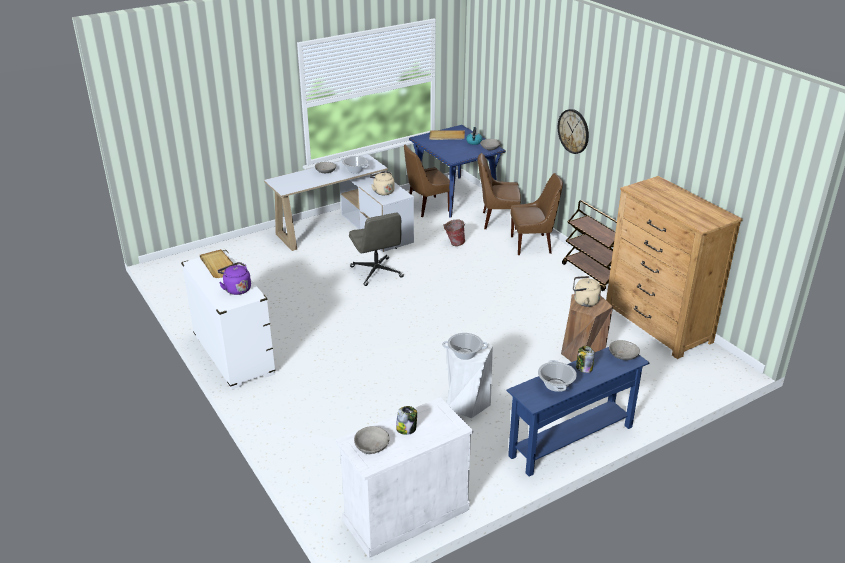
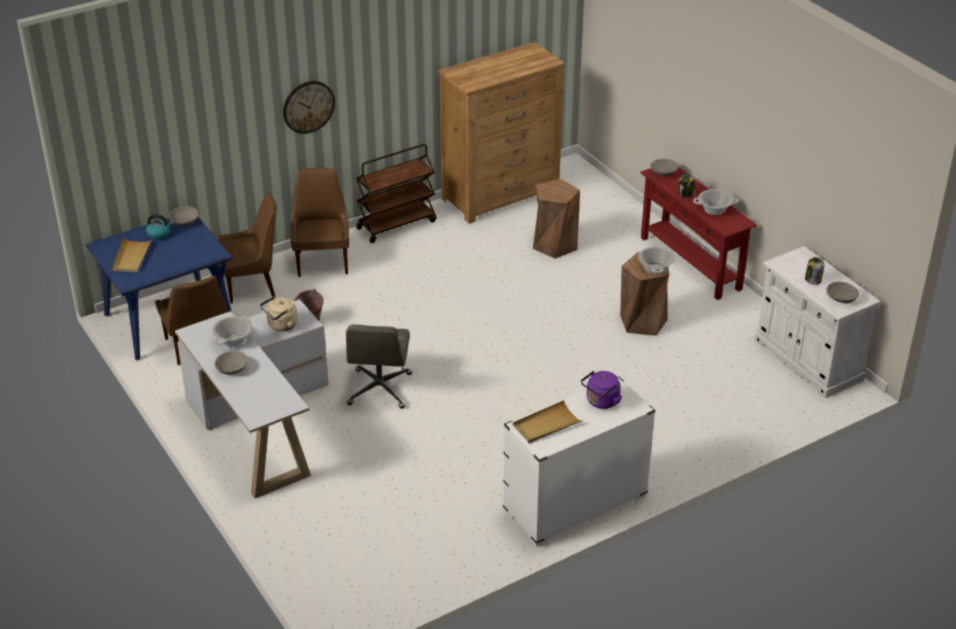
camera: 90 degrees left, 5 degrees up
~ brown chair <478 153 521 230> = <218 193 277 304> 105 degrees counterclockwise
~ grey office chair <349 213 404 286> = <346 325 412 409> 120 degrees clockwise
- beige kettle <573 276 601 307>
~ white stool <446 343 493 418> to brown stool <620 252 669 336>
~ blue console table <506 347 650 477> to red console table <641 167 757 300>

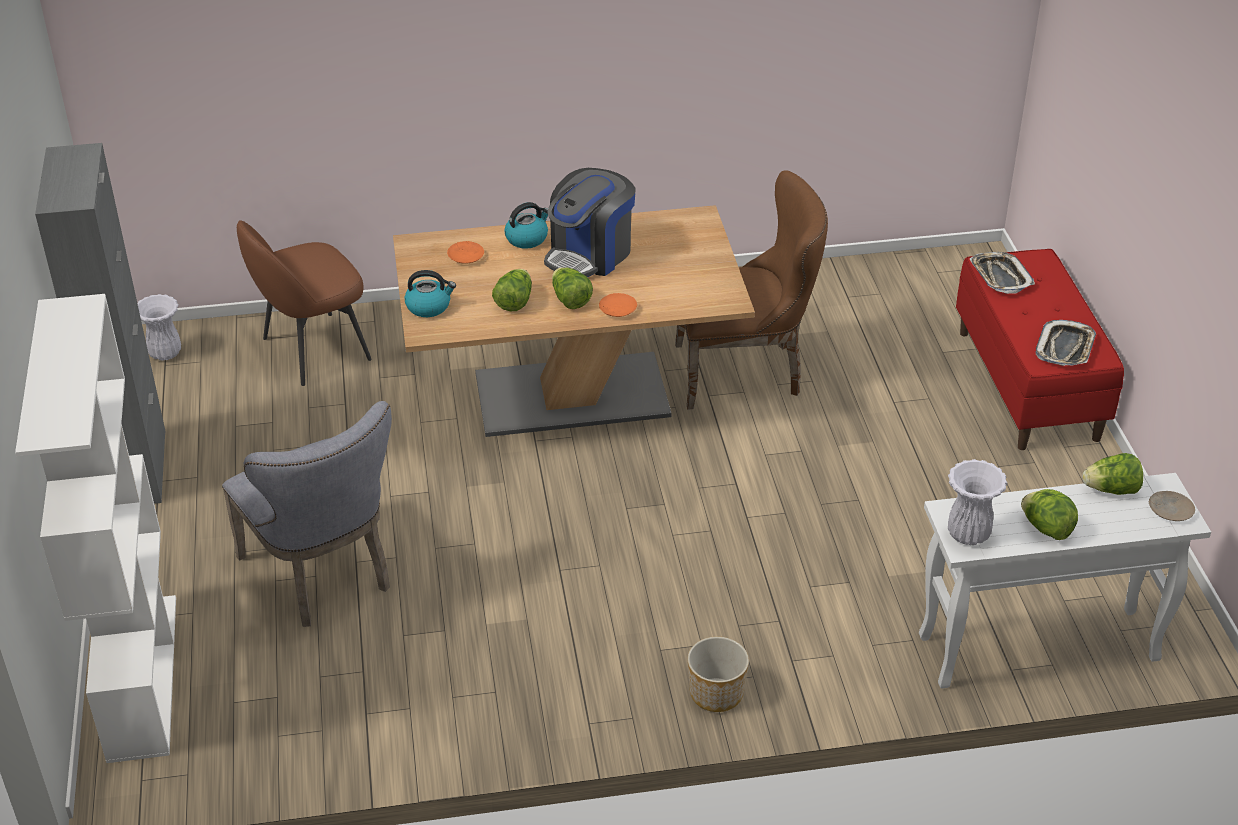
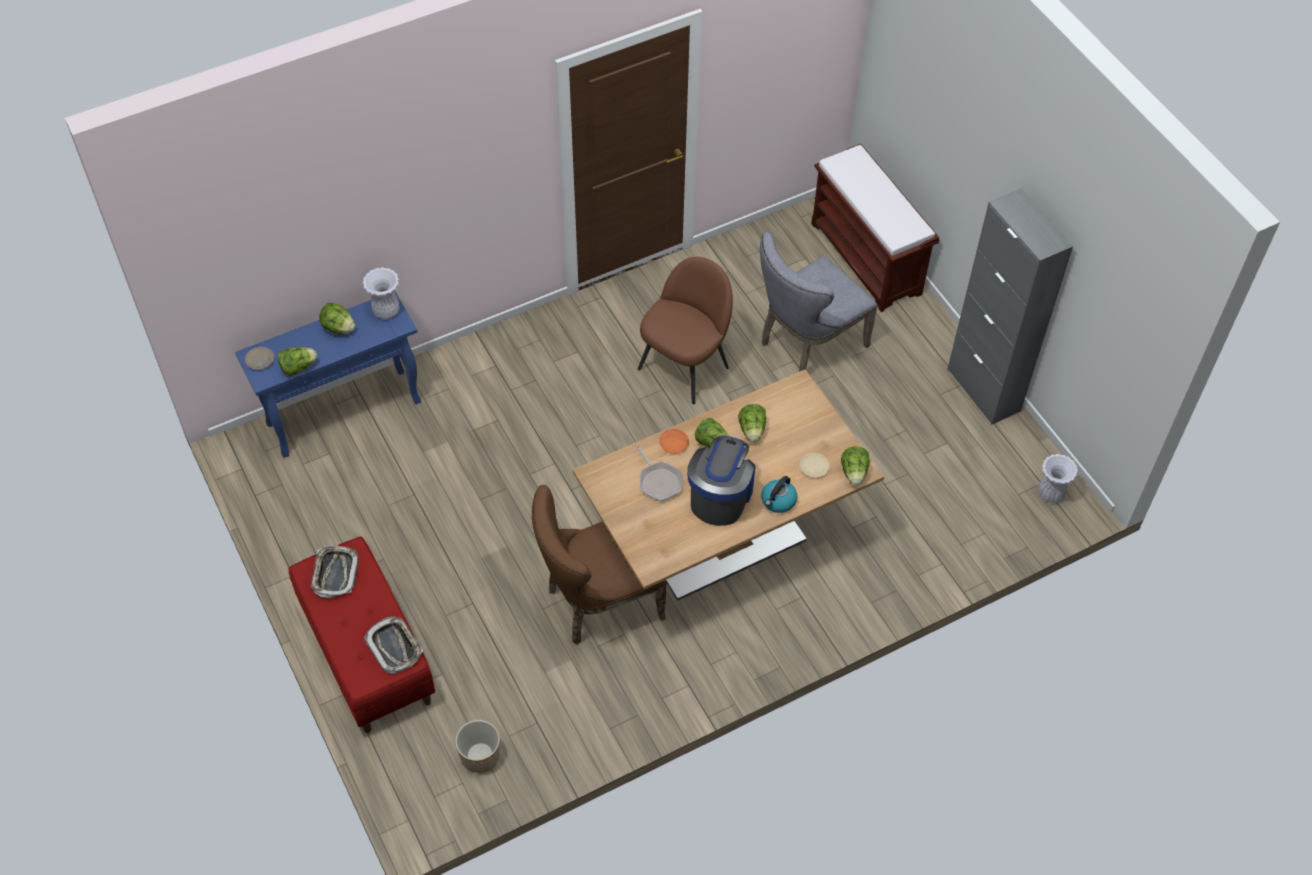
camera: 160 degrees right, 15 degrees up
~ brown chair <237 220 372 386> to <638 257 733 404>
~ orange plate <447 241 484 264> to beige plate <800 453 830 478>
- kettle <404 270 456 317>
~ white bookcase <15 294 176 763> to brown bench <811 144 939 312>
~ grey chair <222 401 392 627> = <760 232 878 372> 75 degrees counterclockwise
~ white console table <919 473 1211 688> to blue console table <235 291 421 458>
~ planter <687 637 749 712> to <455 720 500 773>
+ frying pan <636 445 683 502>
+ lettuce <841 446 869 486>

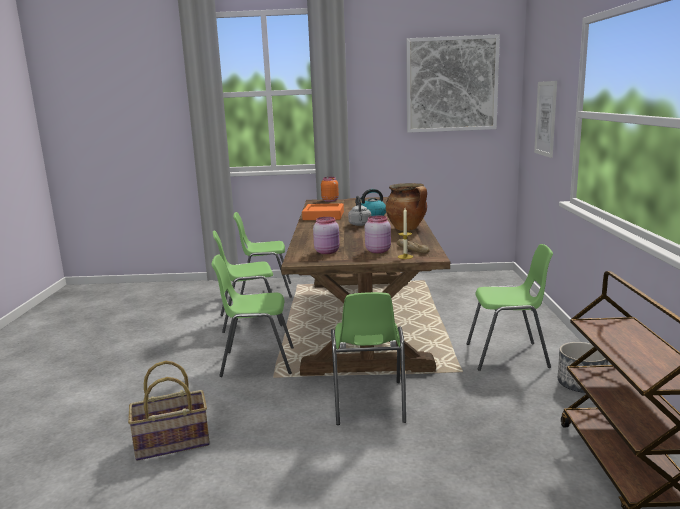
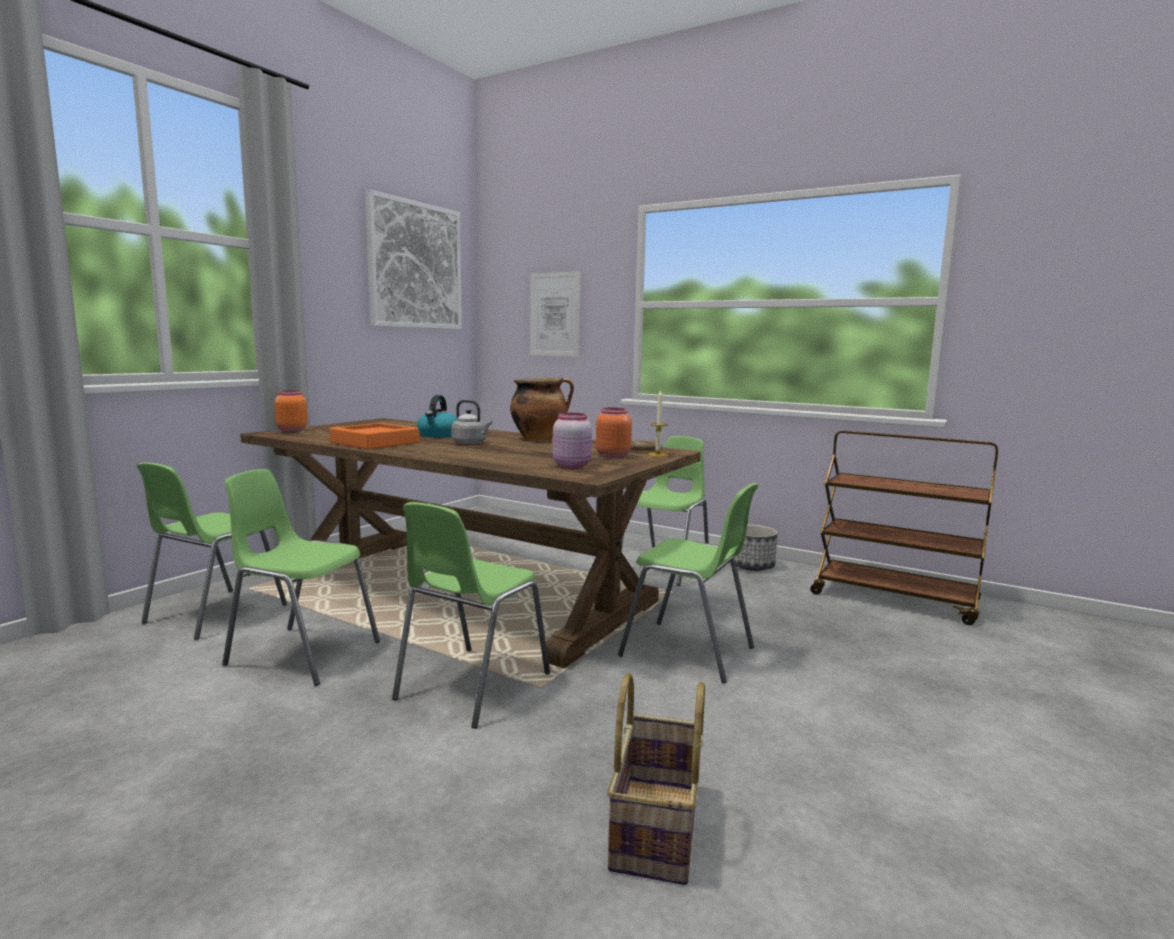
camera: 60 degrees left, 5 degrees down
~ pink jar <365 215 391 253> to orange jar <596 408 632 458>
~ green chair <213 230 283 333> = <222 469 380 686> 90 degrees clockwise

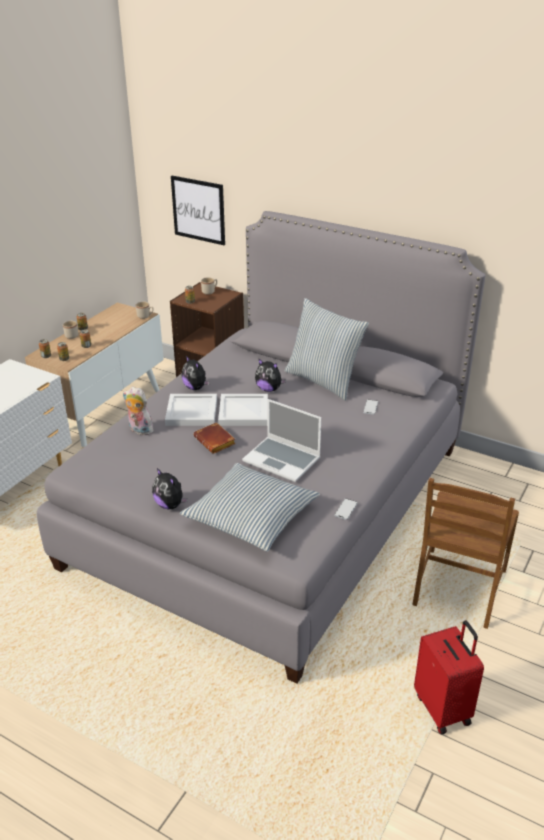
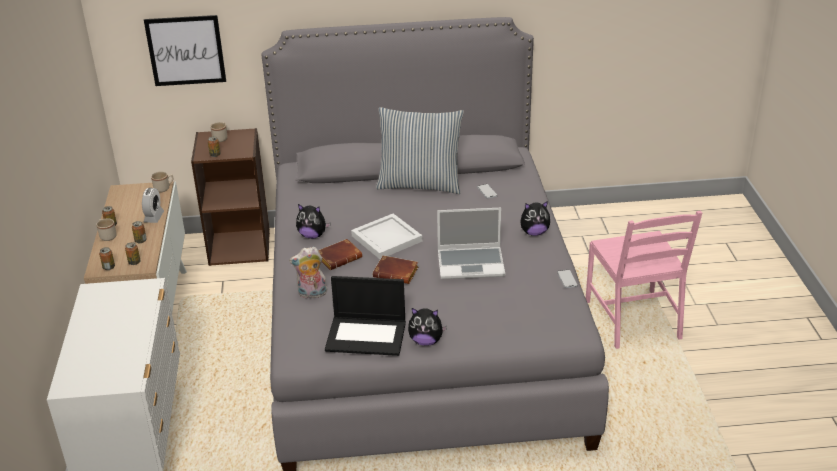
camera: 35 degrees left, 0 degrees up
~ plush toy <255 359 286 392> to <521 201 550 236>
~ white tray <165 394 217 426> to brown book <318 239 362 270>
- pillow <180 463 320 552>
~ brown chair <412 478 519 629> to pink chair <586 211 702 349>
- red suitcase <414 620 484 734>
+ alarm clock <142 188 164 223>
+ laptop <325 276 406 356>

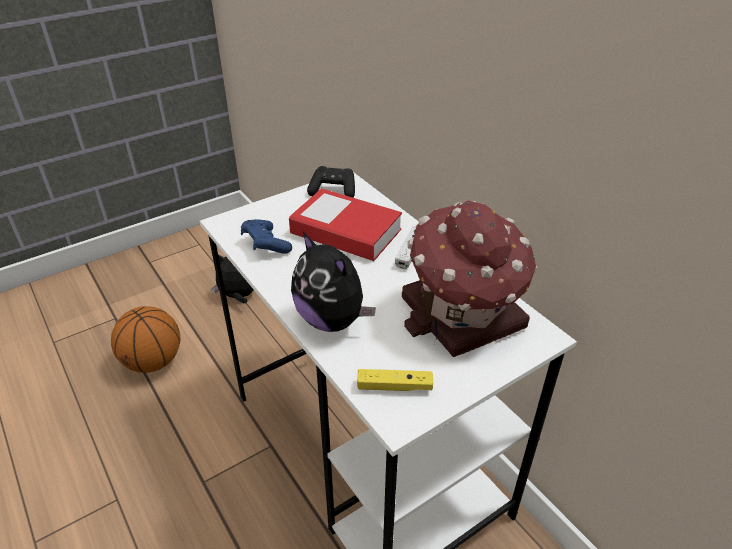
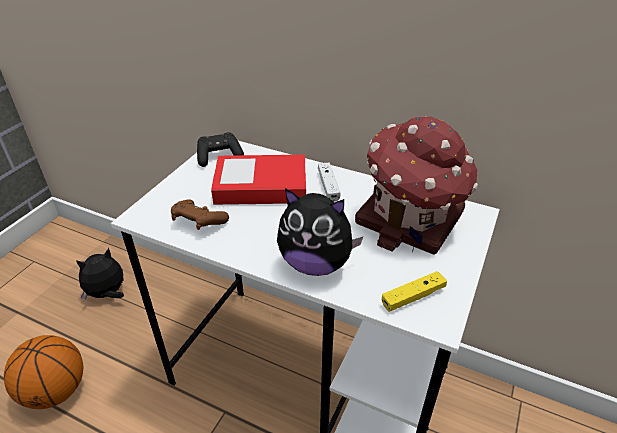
camera: 30 degrees left, 0 degrees up
~ blue game controller <241 219 292 254> to brown game controller <171 199 229 230>

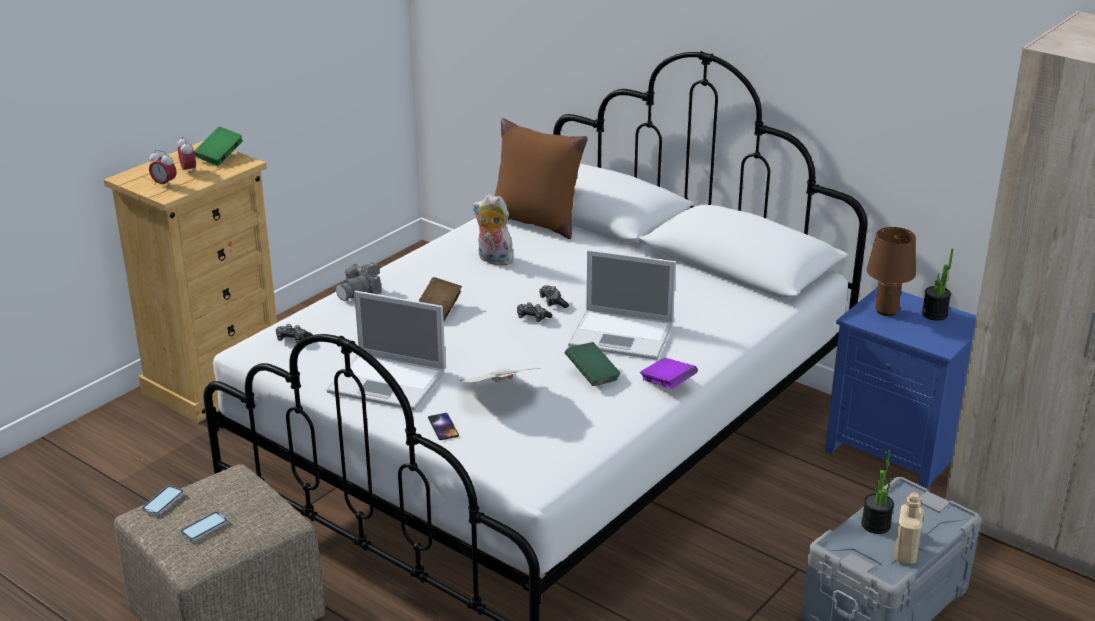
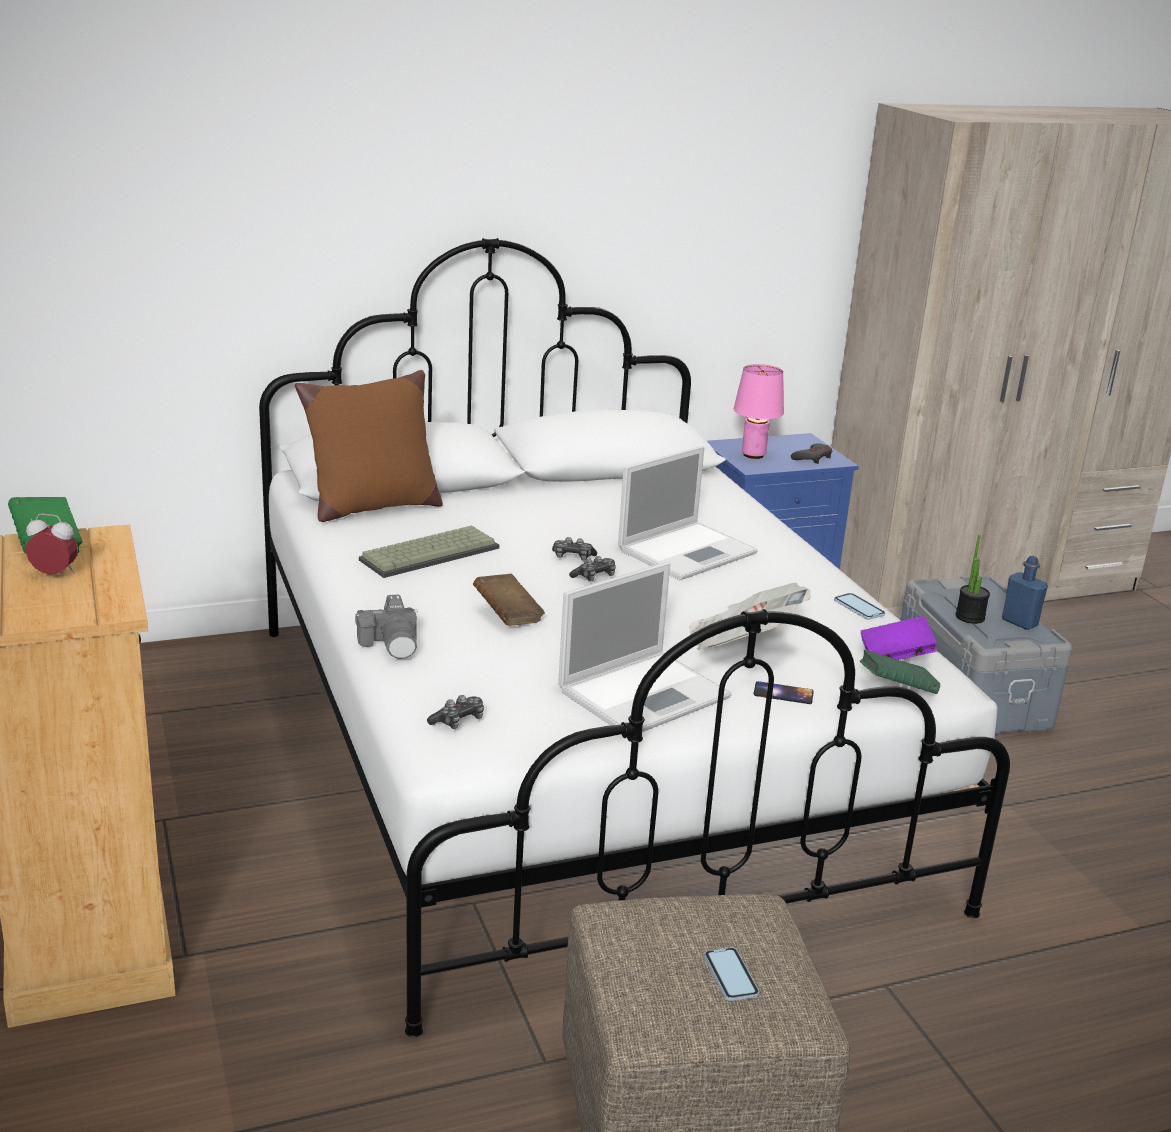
camera: 60 degrees left, 5 degrees down
- alarm clock <149 150 177 188>
~ plush toy <473 194 514 266> to keyboard <359 525 500 578>
~ brown table lamp <867 227 916 316> to pink table lamp <734 364 784 459>
- potted plant <922 248 953 321>
~ green book <565 342 621 386> to <860 650 940 694>
~ purple book <640 358 698 389> to <861 616 937 660>
~ phone <142 486 184 516> to <834 593 885 620>
~ beige bottle <893 492 924 564> to blue bottle <1002 556 1048 630>
+ grey game controller <791 443 833 464>

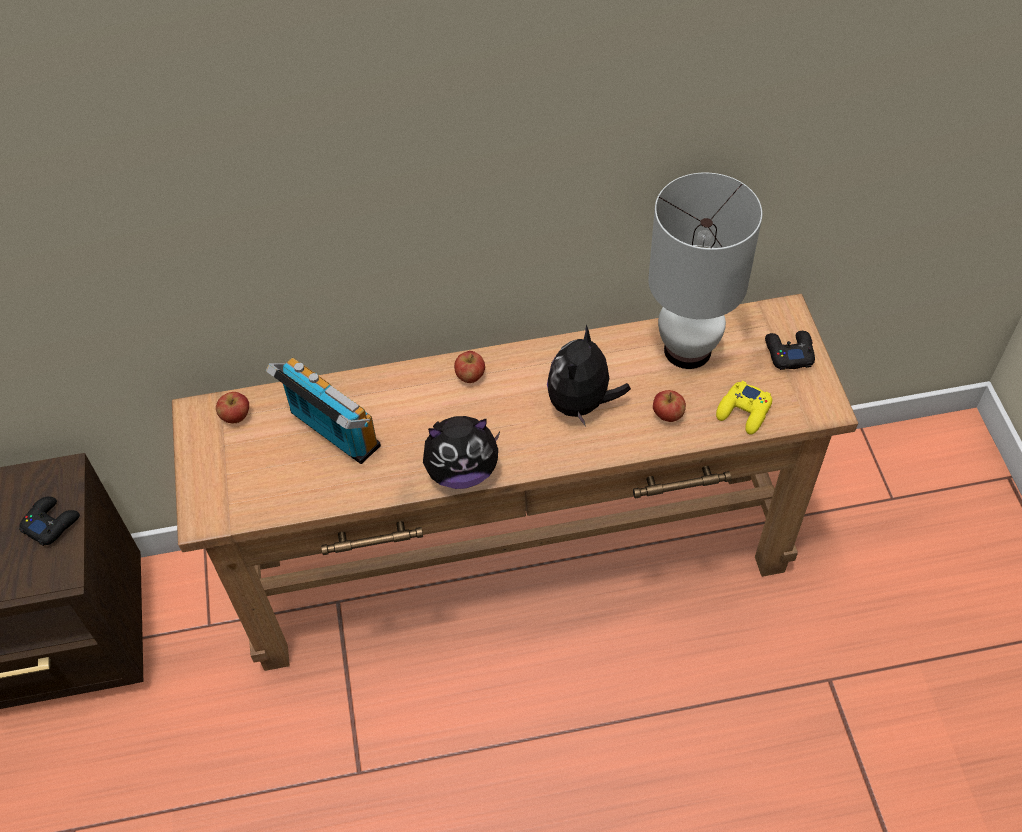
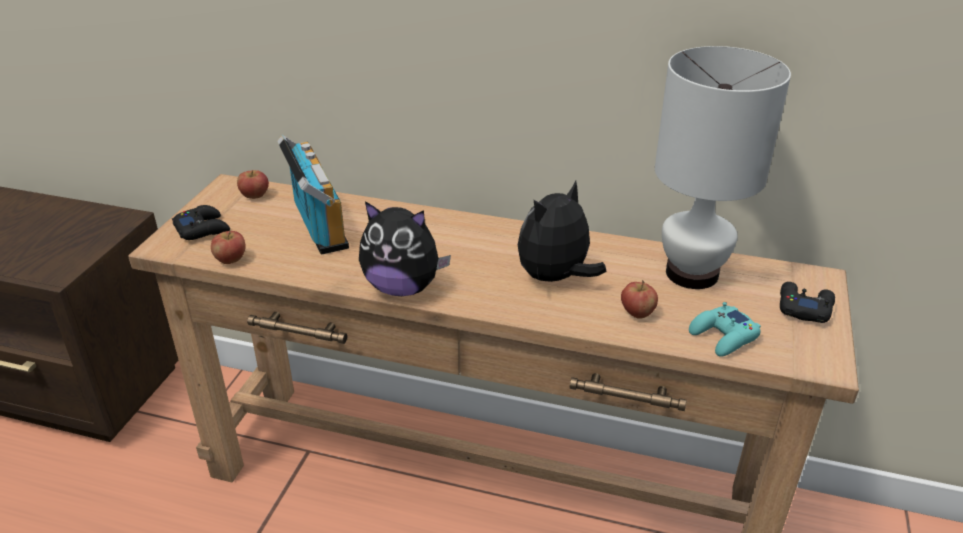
camera: 25 degrees right, 20 degrees down
~ apple <454 351 485 383> to <211 230 245 264>
~ yellow game controller <716 381 772 435> to turquoise game controller <689 302 761 357>
~ black game controller <19 496 80 546> to <172 205 230 240>

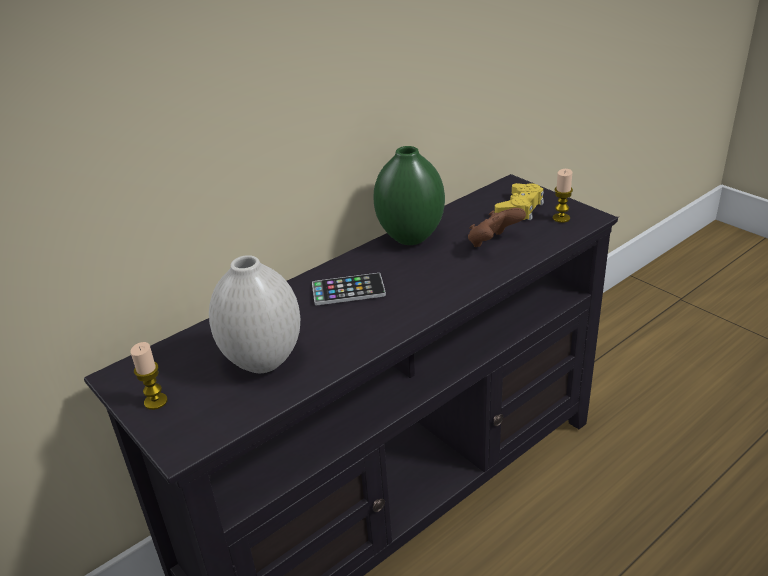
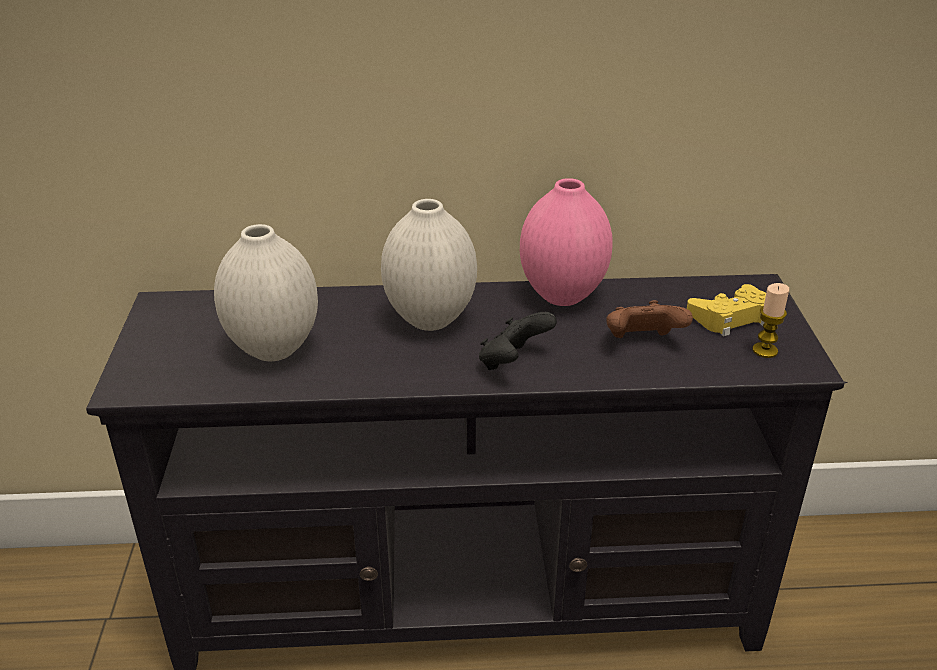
camera: 35 degrees right, 0 degrees up
~ green vase <374 146 445 245> to pink vase <520 178 613 306>
~ phone <312 273 386 305> to white vase <381 199 477 331>
- candle <130 342 168 410>
+ black game controller <479 312 557 370>

